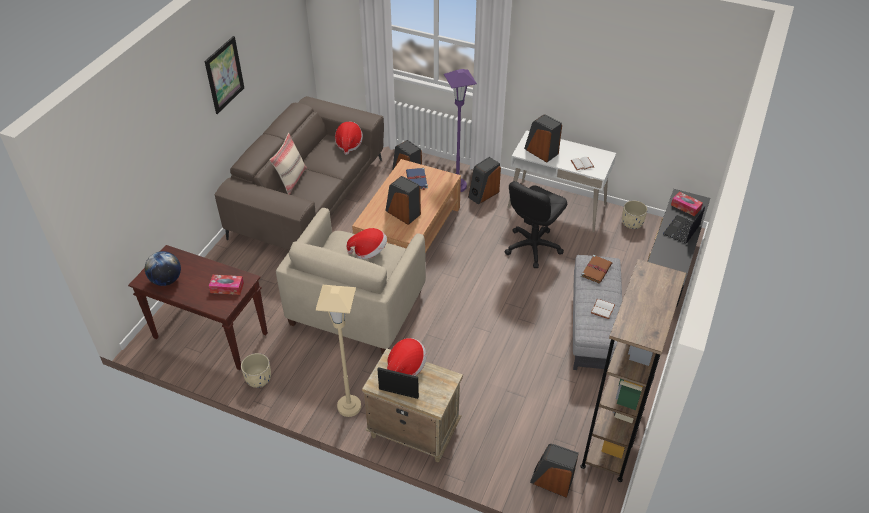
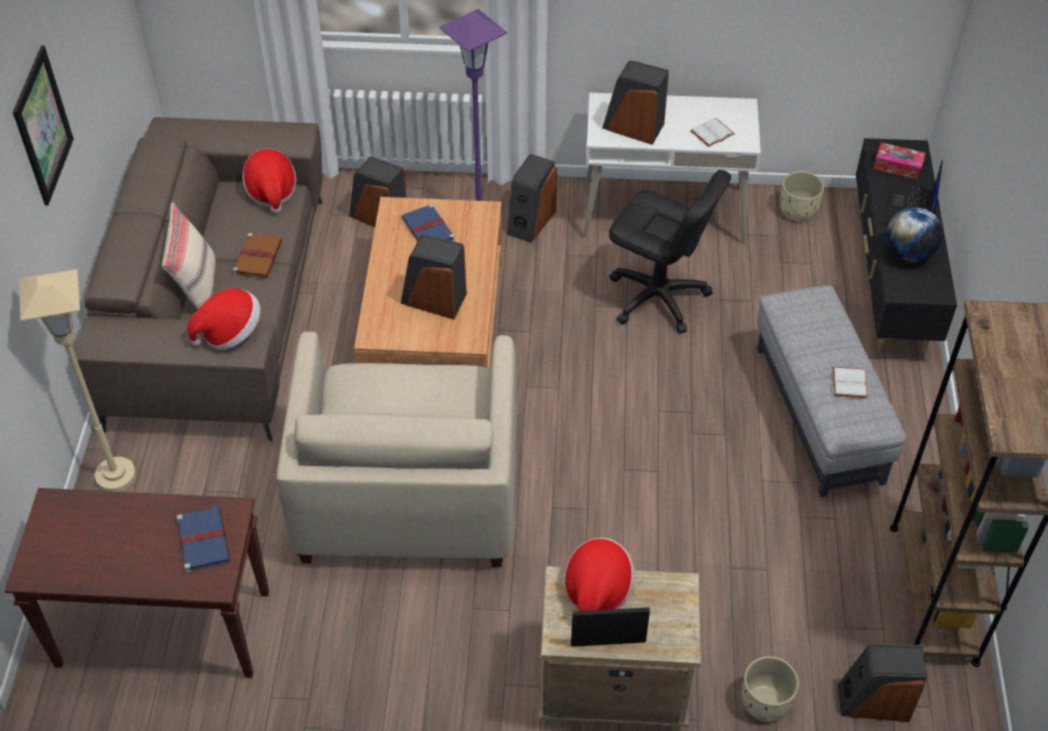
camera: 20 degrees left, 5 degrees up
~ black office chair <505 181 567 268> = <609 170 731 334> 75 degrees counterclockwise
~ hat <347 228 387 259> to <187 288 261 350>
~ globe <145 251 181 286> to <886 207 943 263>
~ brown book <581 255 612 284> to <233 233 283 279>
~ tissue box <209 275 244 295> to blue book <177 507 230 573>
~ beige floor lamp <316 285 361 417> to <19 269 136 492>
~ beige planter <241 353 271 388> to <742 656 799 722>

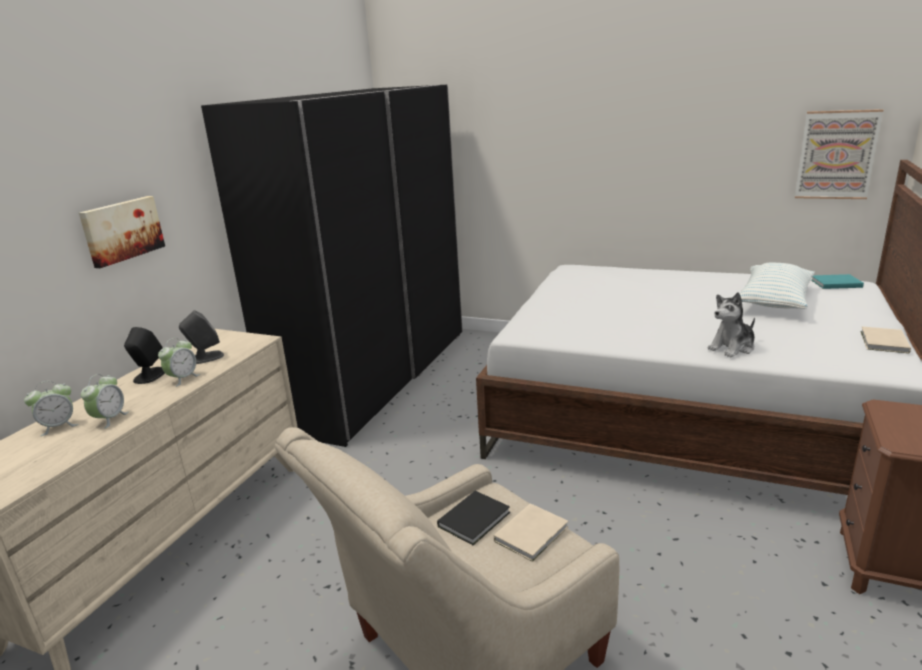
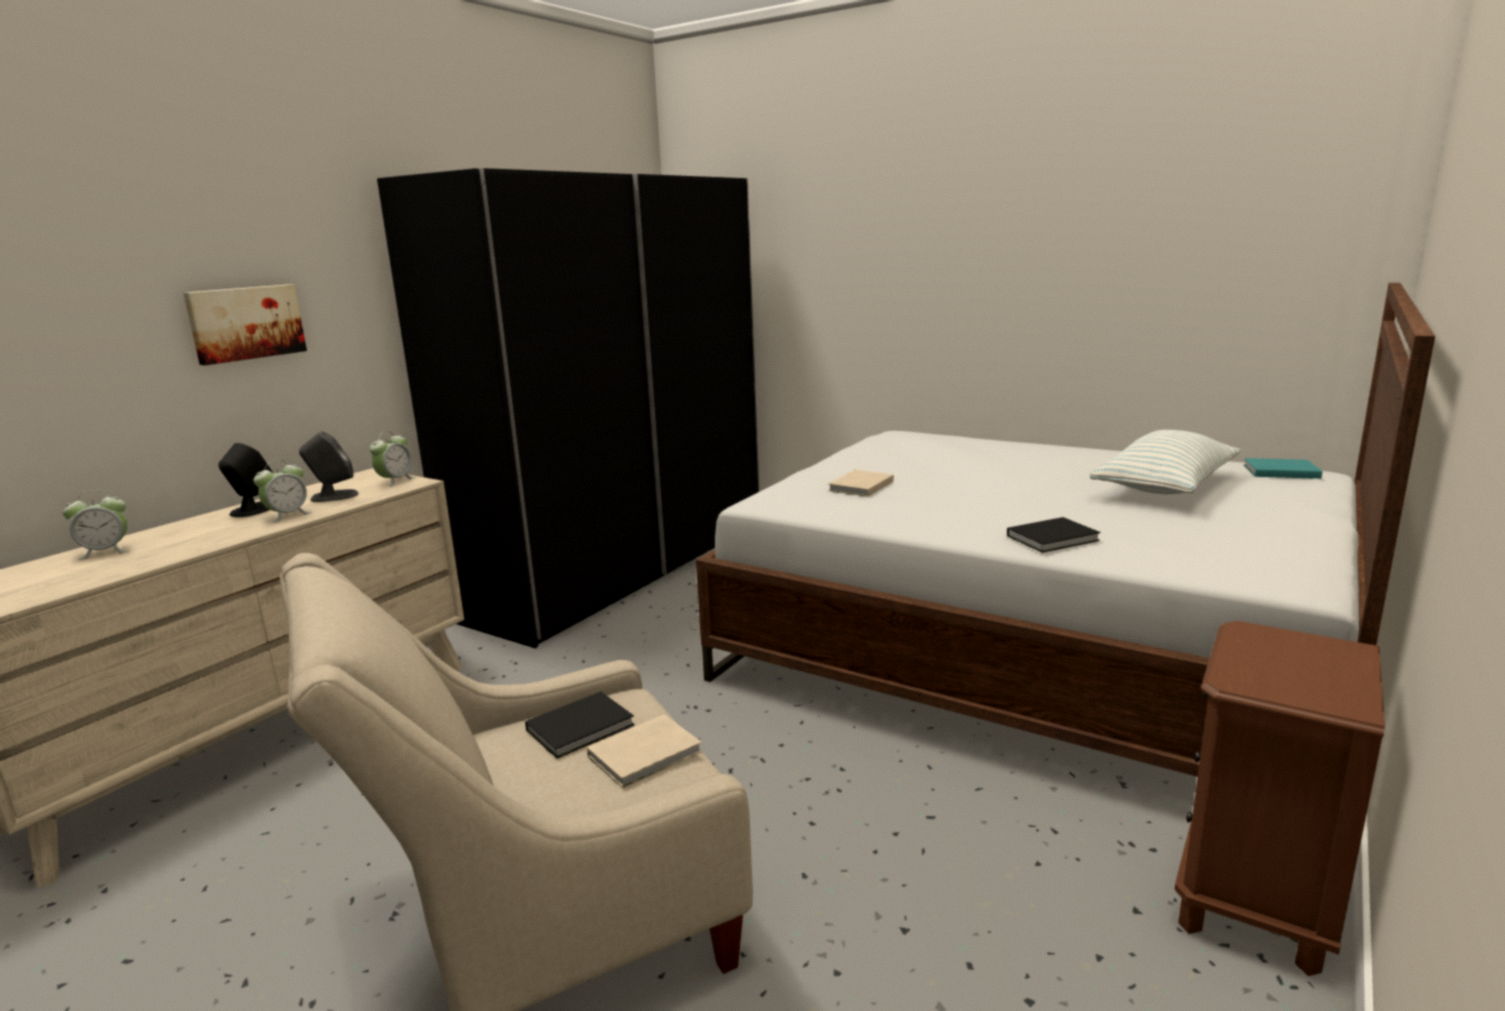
camera: 10 degrees right, 5 degrees down
- picture <795 109 883 199>
~ plush toy <707 292 755 357> to black book <1007 517 1100 553>
~ beige book <860 327 911 354> to <828 470 894 497>
~ alarm clock <81 374 129 429> to <370 431 415 487>

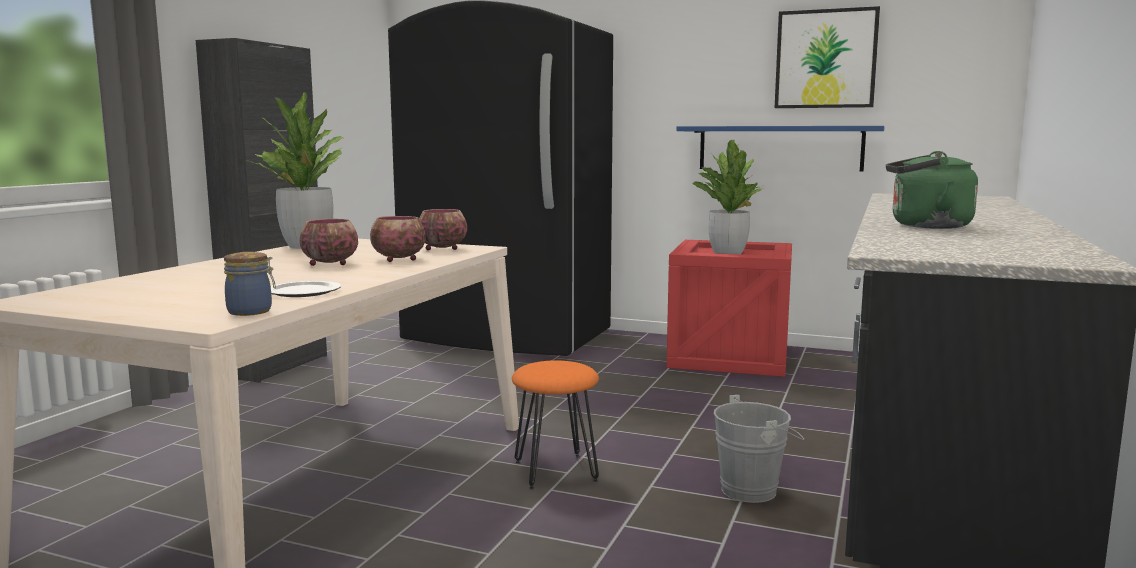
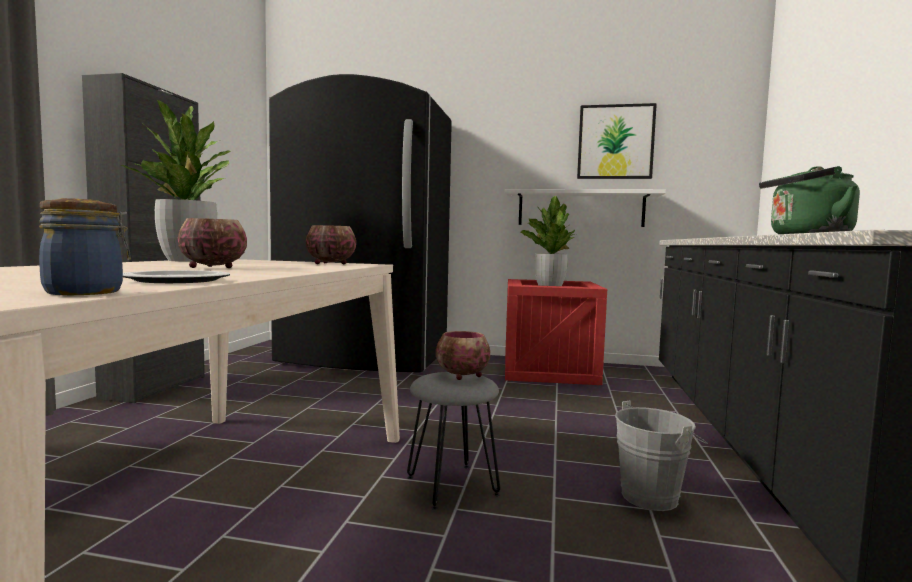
camera: 10 degrees left, 5 degrees down
~ blue shelf <676 126 885 172> to white shelf <504 189 666 227>
~ bowl <370 216 426 262> to <436 331 490 380>
~ orange stool <512 360 599 490> to grey stool <407 372 500 510>

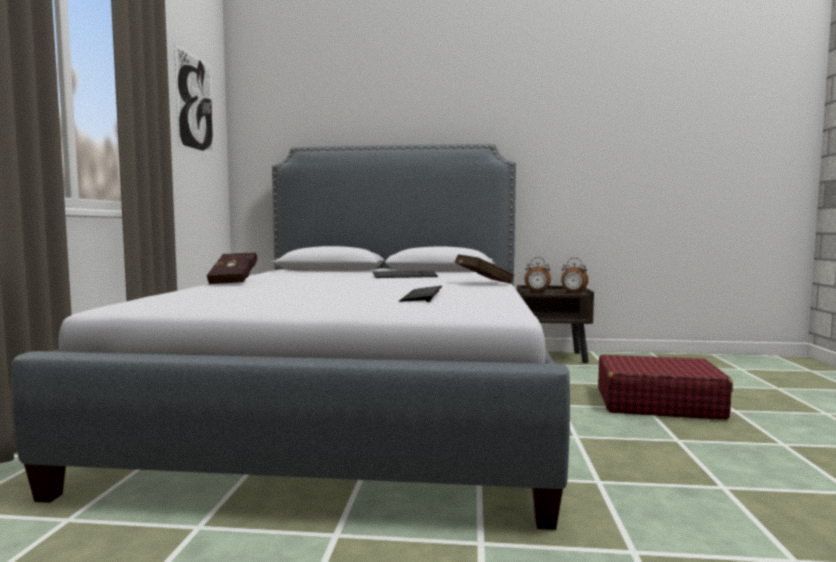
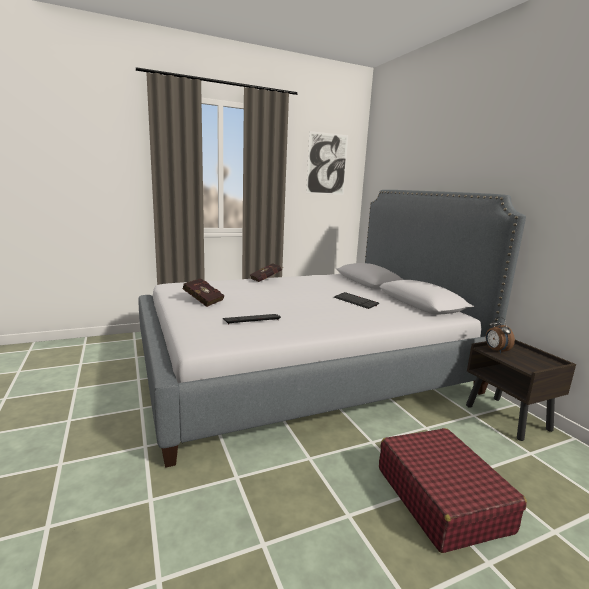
camera: 60 degrees right, 10 degrees up
~ red book <455 254 514 284> to <182 278 224 307>
- alarm clock <561 258 589 294>

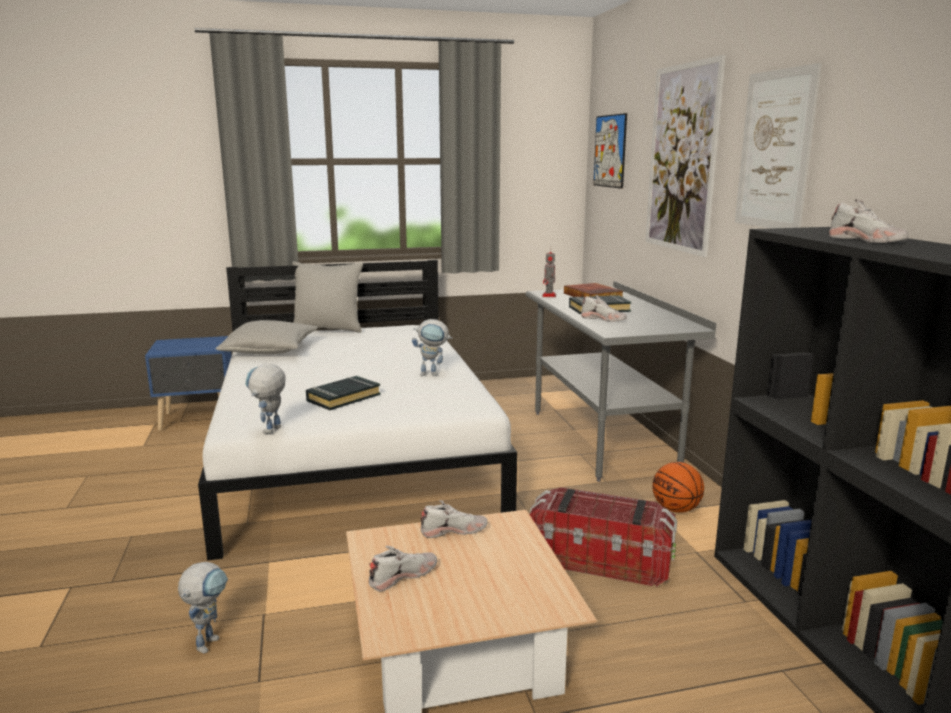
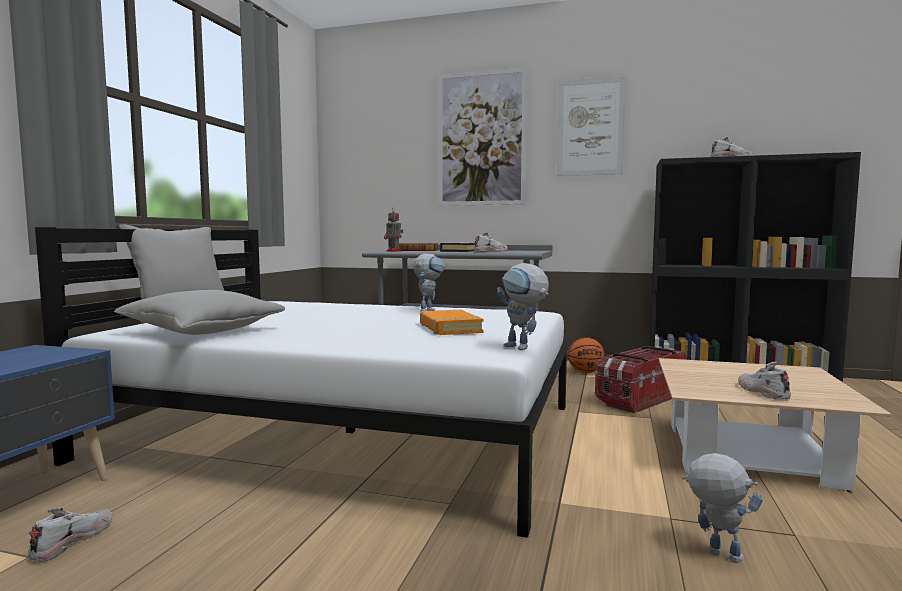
camera: 60 degrees left, 10 degrees down
- picture <593 113 627 189>
~ black book <306 376 381 410> to orange book <420 310 483 335>
~ white shoe <421 500 487 538> to <28 507 113 562>

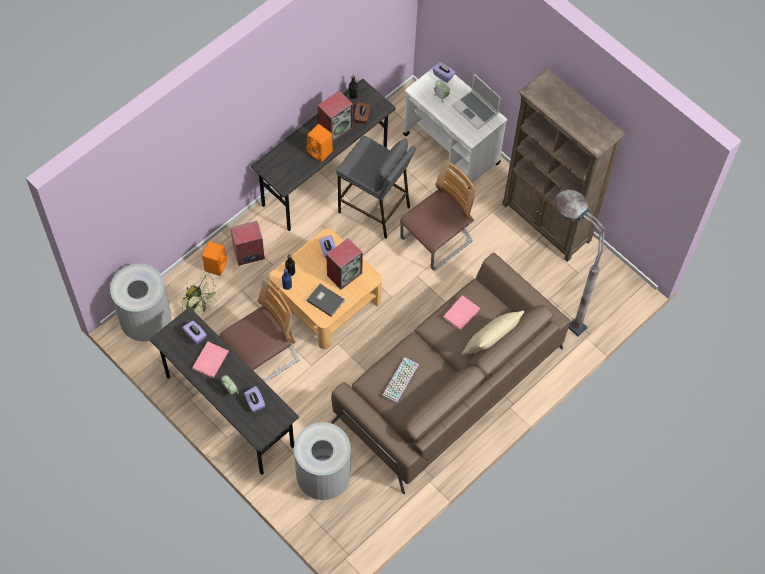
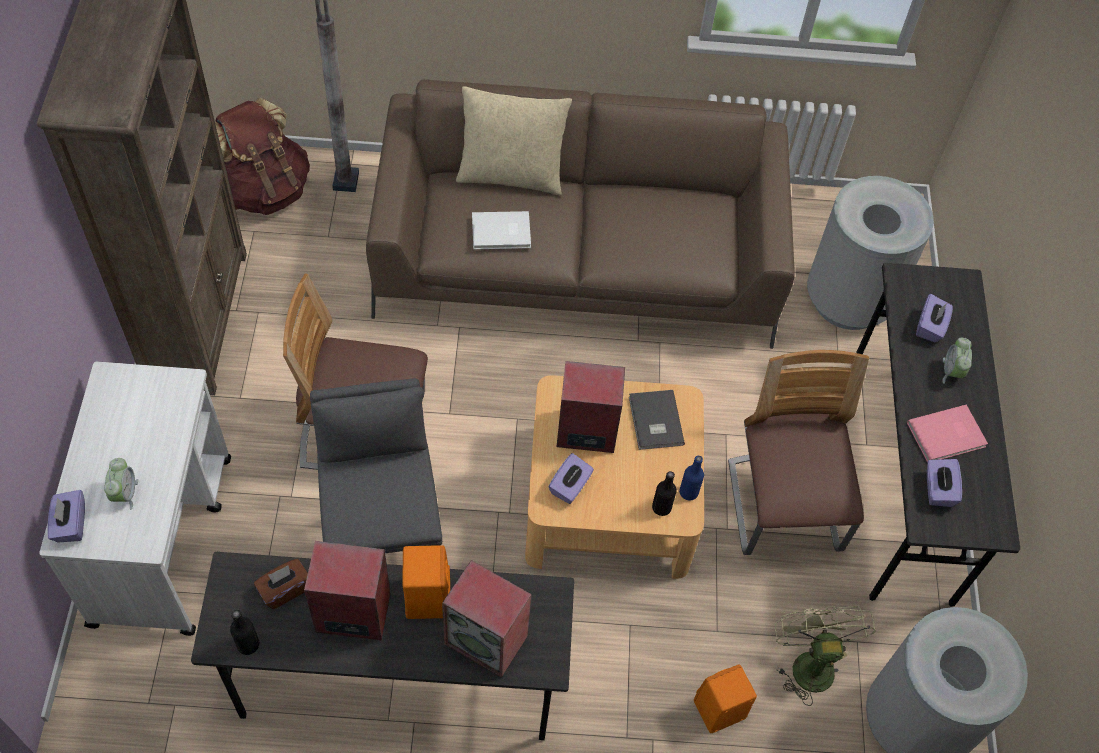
camera: 135 degrees left, 5 degrees down
- laptop <452 74 501 130>
~ speaker <230 221 265 266> to <442 560 532 678>
~ chair <219 279 300 382> = <728 350 869 555> 75 degrees clockwise
~ pink book <443 295 480 331> to white book <472 211 531 249>
- keyboard <382 357 419 403>
+ brown backpack <215 98 310 215>

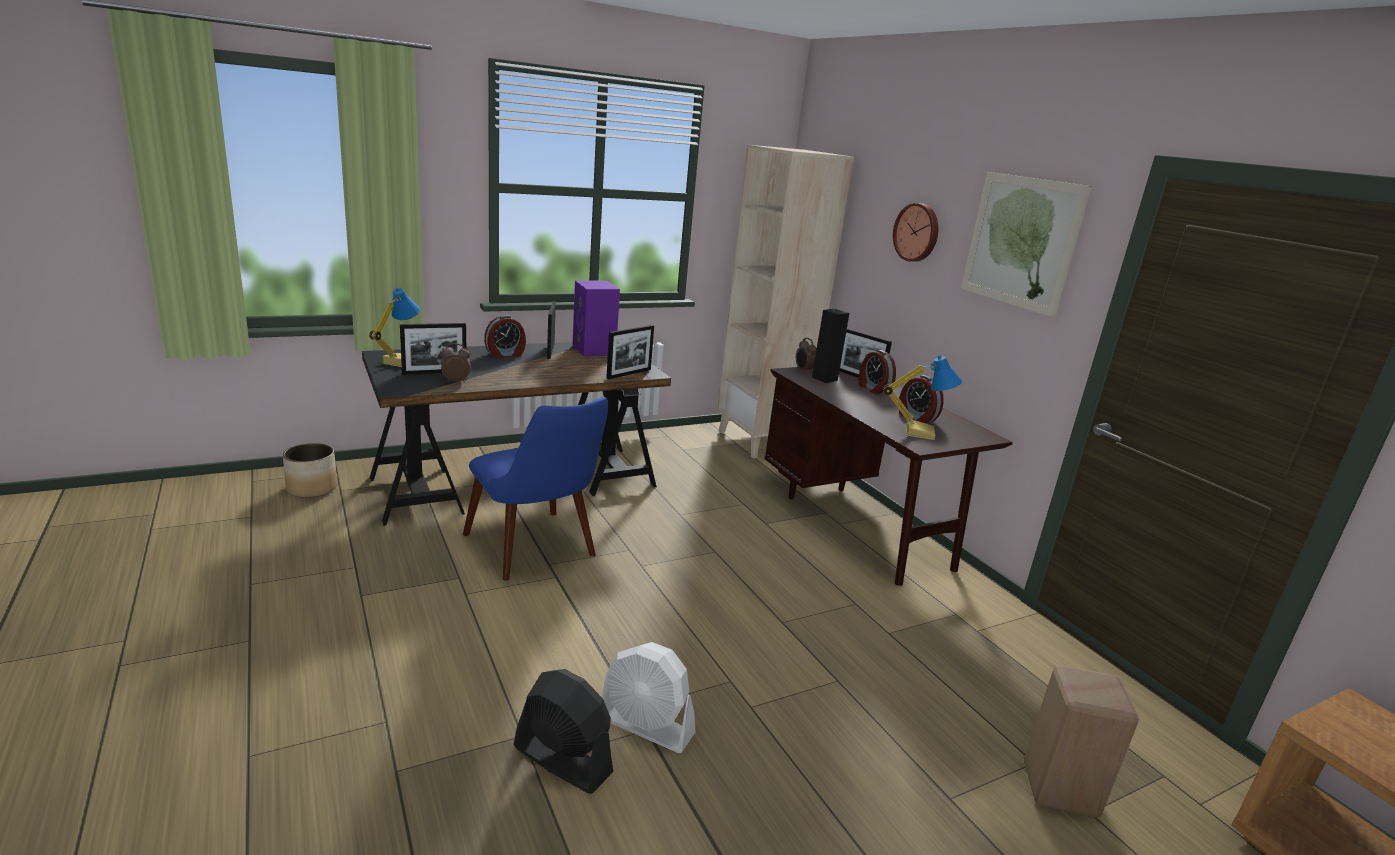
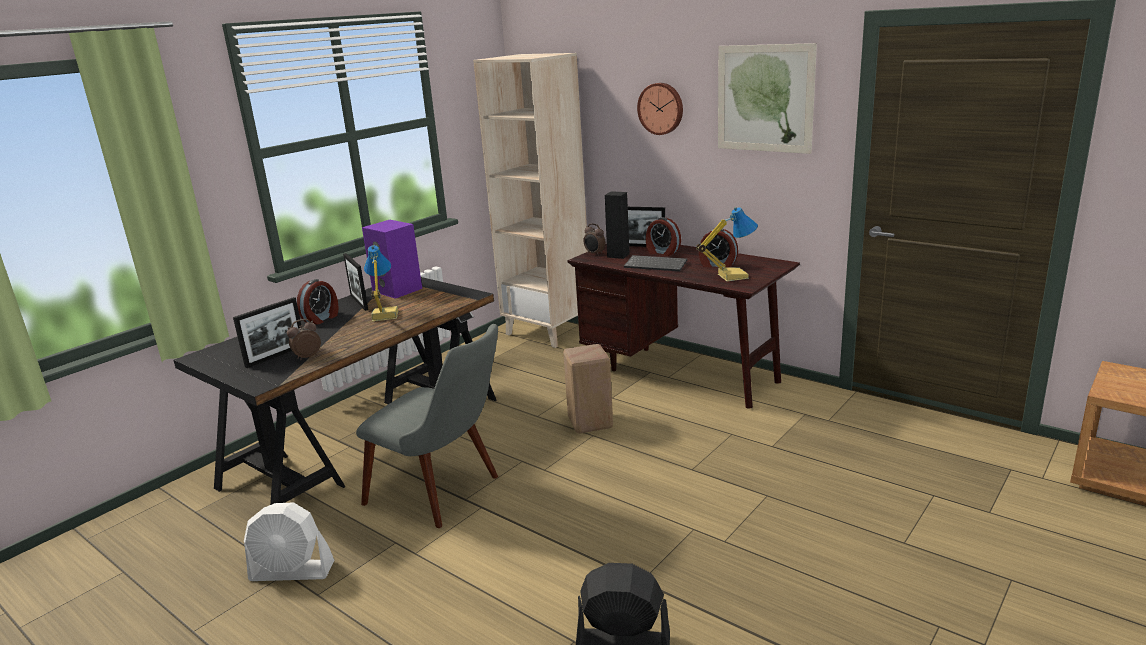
camera: 20 degrees left, 0 degrees up
~ table lamp <369 287 420 367> to <364 245 398 321>
- picture frame <606 325 654 379>
~ blue chair <463 397 608 581> to grey chair <356 324 498 528>
- planter <283 443 337 498>
~ white fan <602 642 696 753> to <244 503 334 581>
~ beige stool <1024 665 1139 818> to <563 344 613 433>
+ keyboard <624 255 687 271>

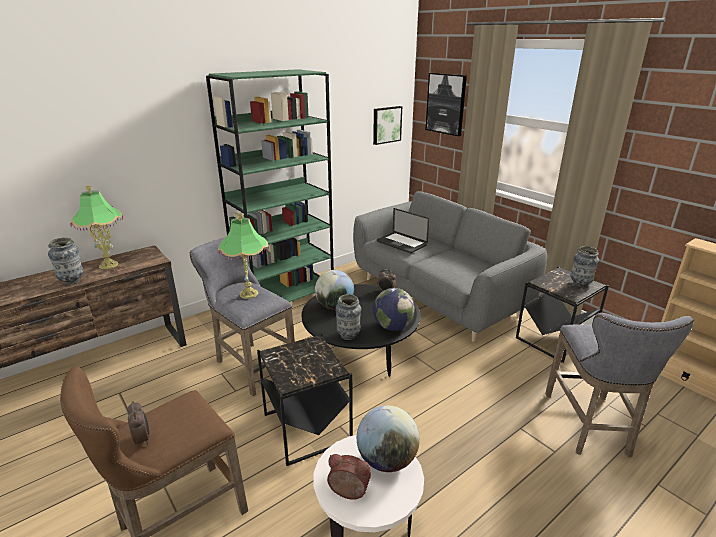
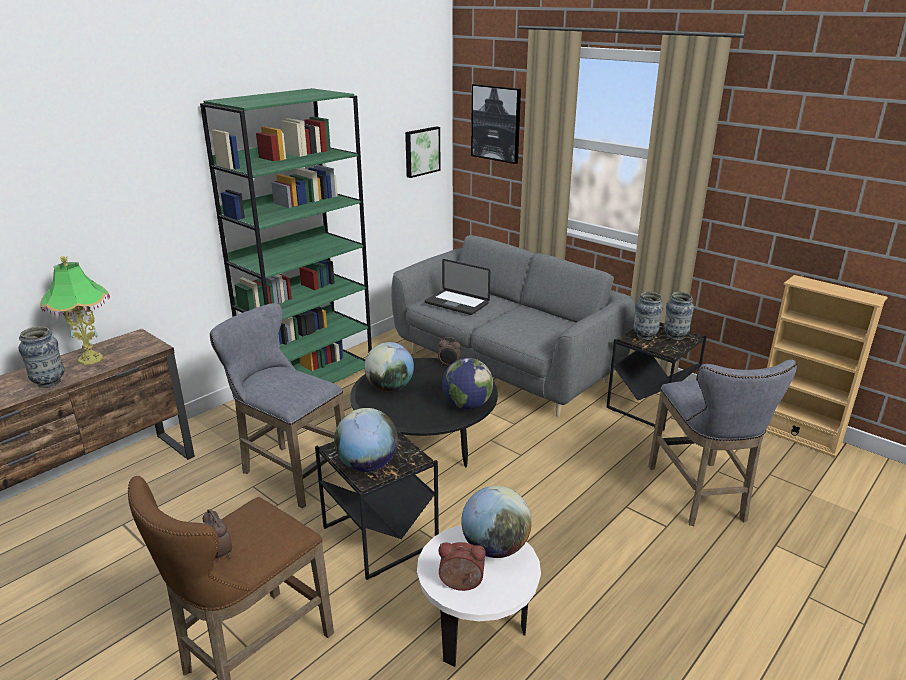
camera: 10 degrees left, 0 degrees up
- table lamp <218 212 269 299>
~ vase <335 294 361 340> to <633 292 663 340>
+ globe <334 408 398 472>

